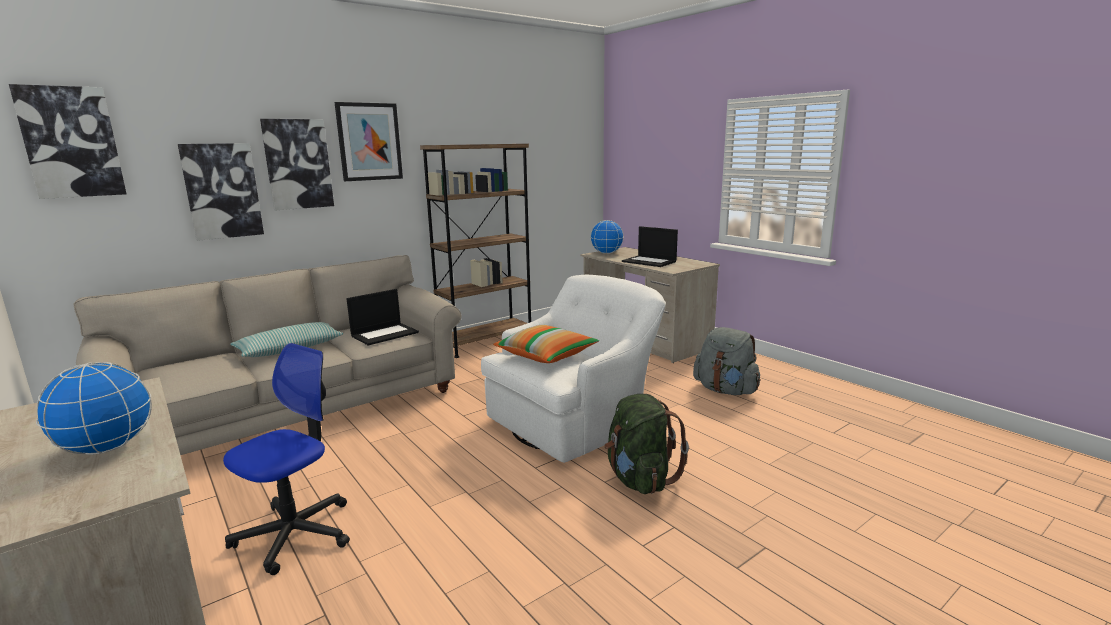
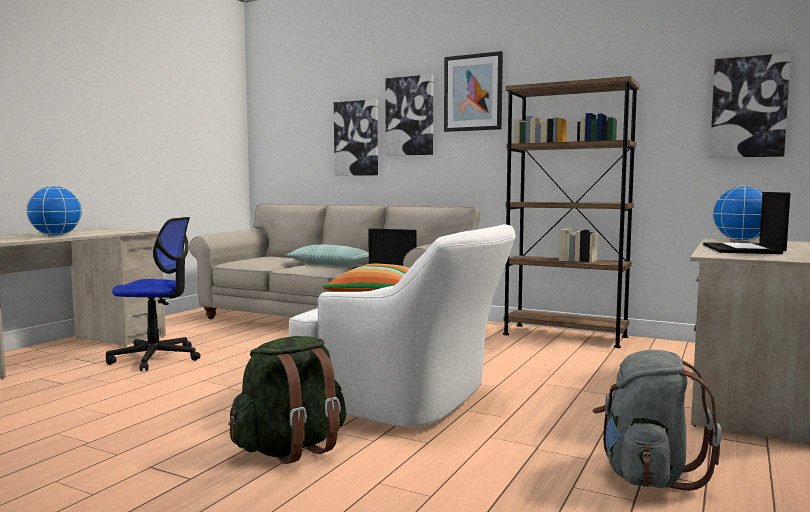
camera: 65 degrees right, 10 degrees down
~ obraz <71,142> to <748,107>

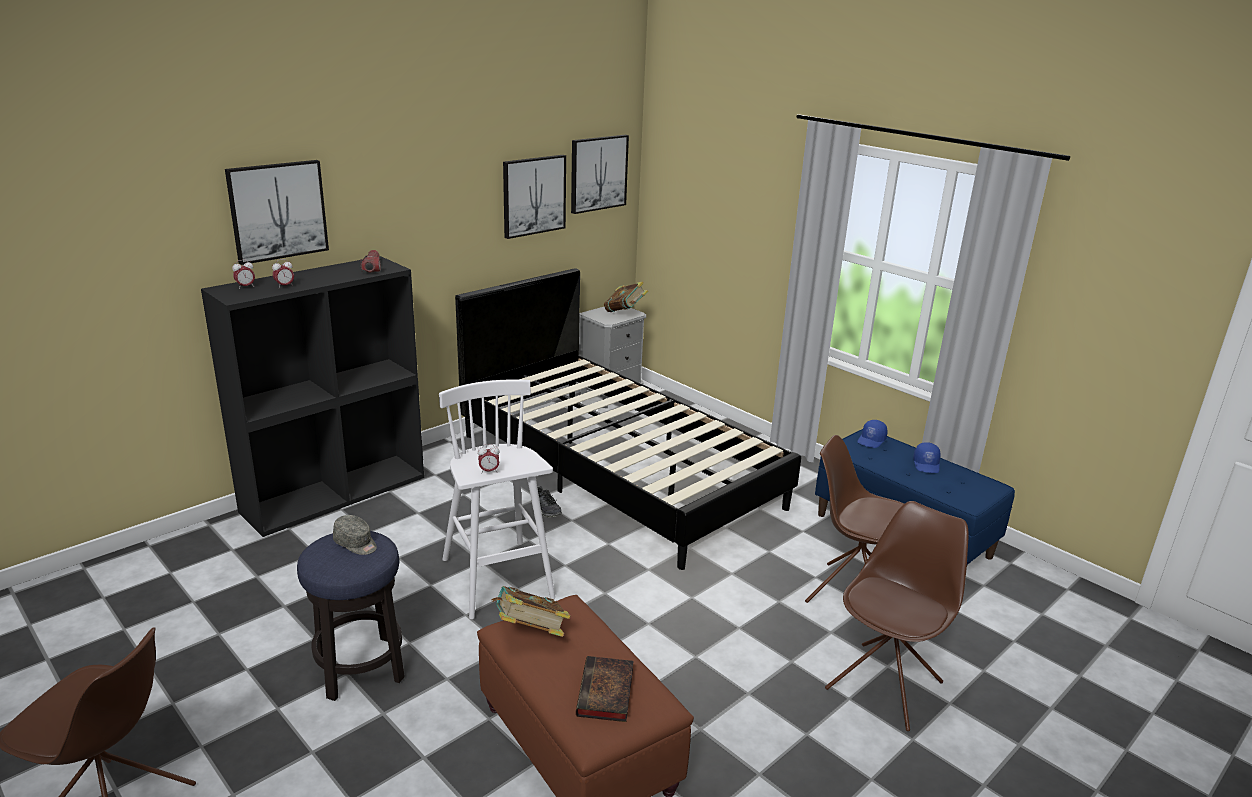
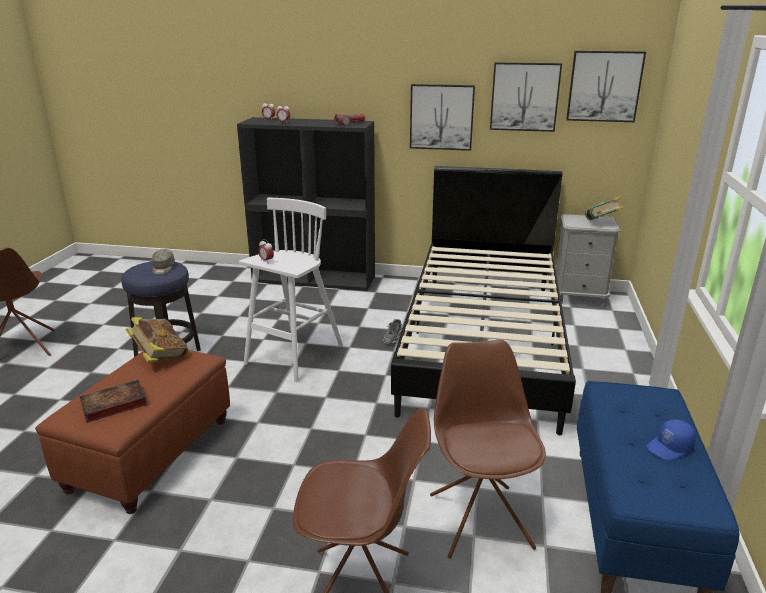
camera: 55 degrees right, 0 degrees up
~ obraz <278,211> to <441,117>
- czapka z daszkiem (niebieski) <871,440>

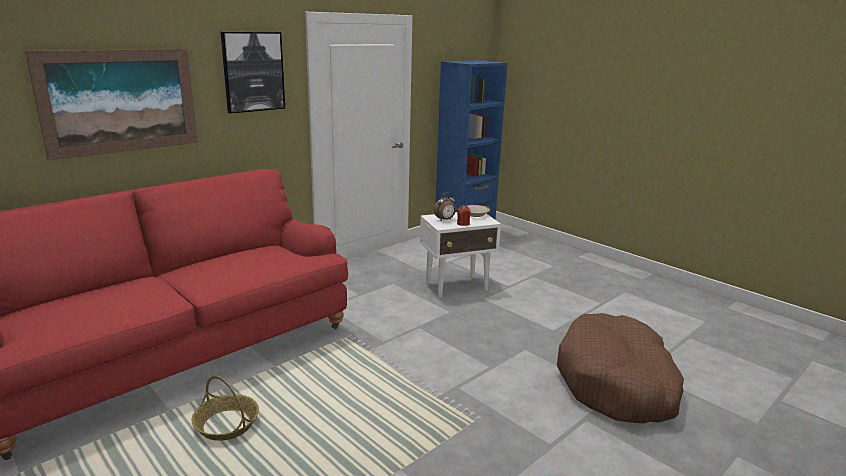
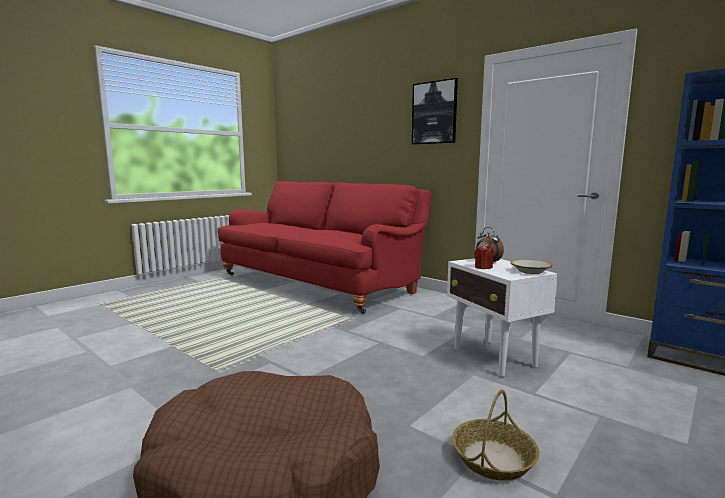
camera: 85 degrees right, 10 degrees down
- obraz <120,101>
~ koszyk <227,424> to <493,459>

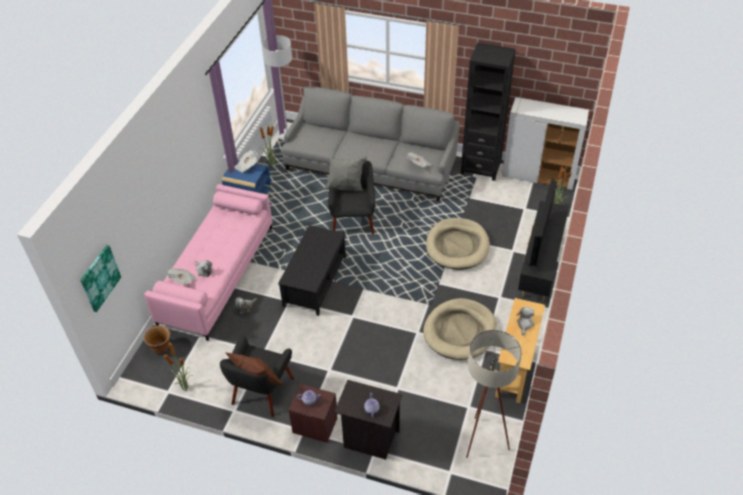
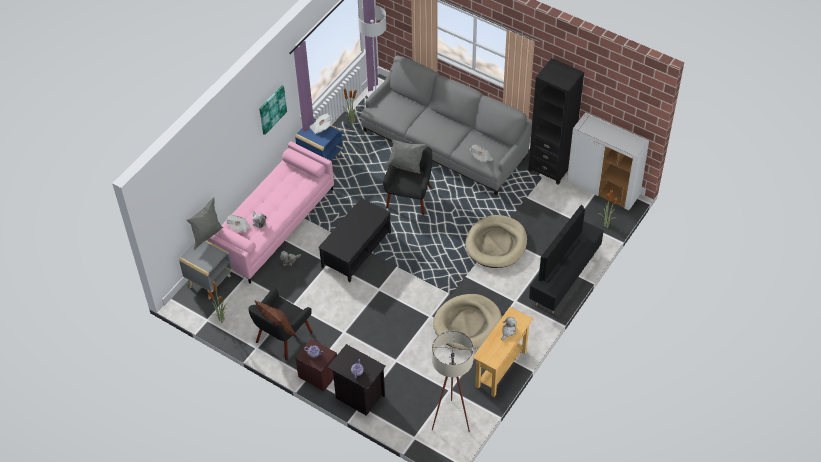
camera: 15 degrees right, 5 degrees up
~ obraz <99,278> to <272,109>
~ donica (brązowy) <161,348> to stolik (szary) <210,281>
+ poduszka (szary) <207,235>

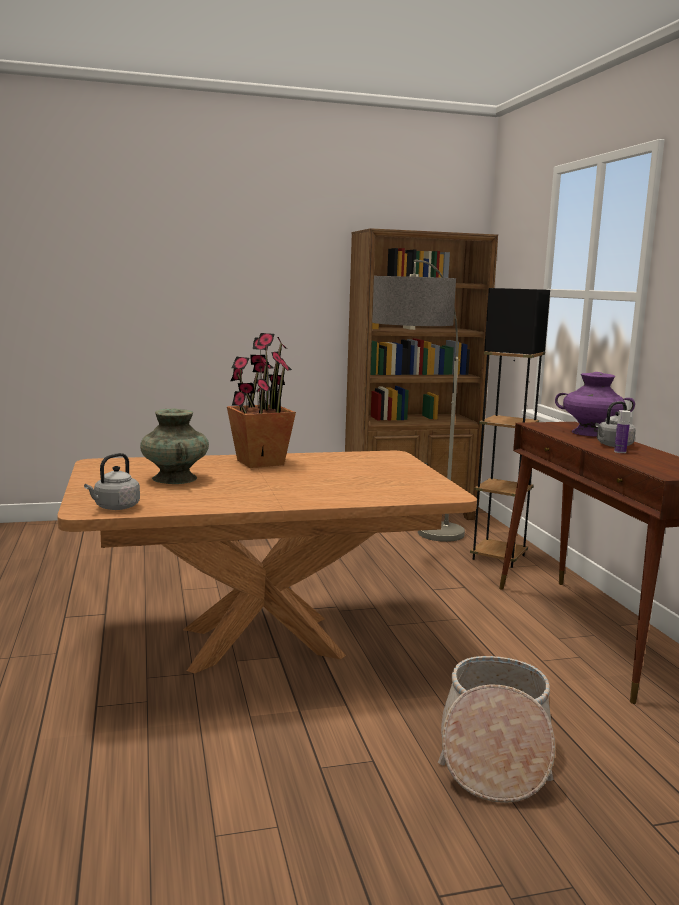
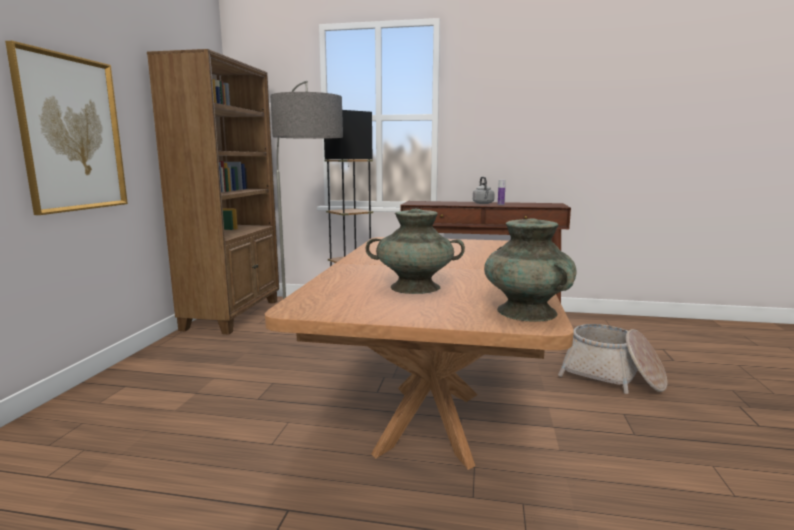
camera: 65 degrees left, 0 degrees up
- roślina doniczkowa <259,462>
- wazon (fioletowy) <591,433>
~ czajnik (szary) <115,507> to wazon (turkusowy) <527,312>
+ obraz <72,134>

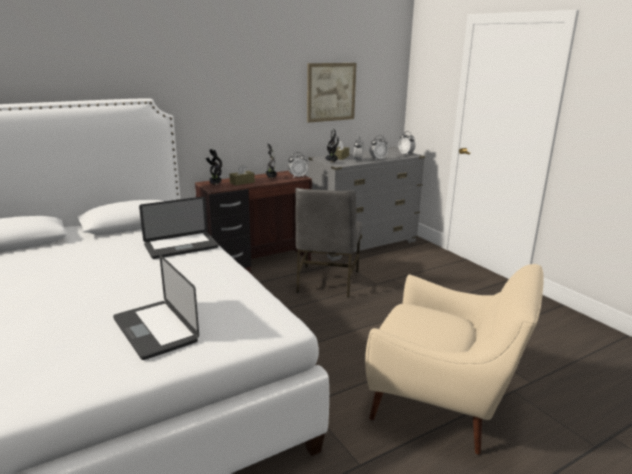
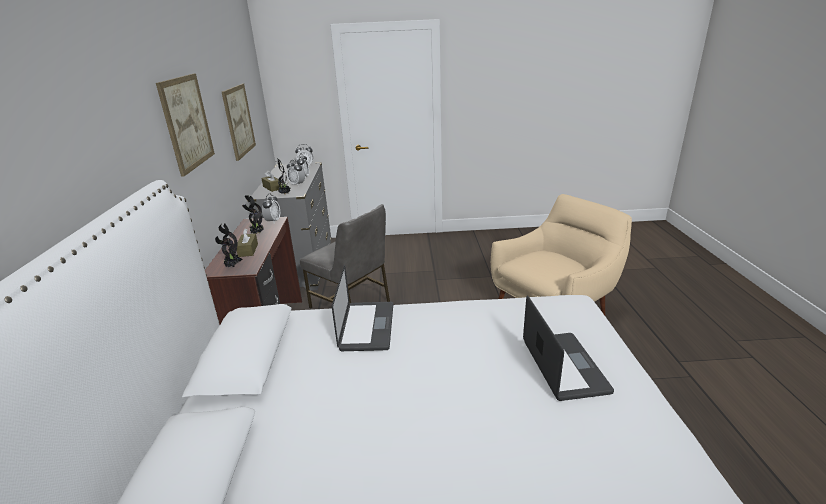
camera: 60 degrees left, 5 degrees up
~ laptop <155,330> = <564,366> 90 degrees counterclockwise
+ obraz <187,122>

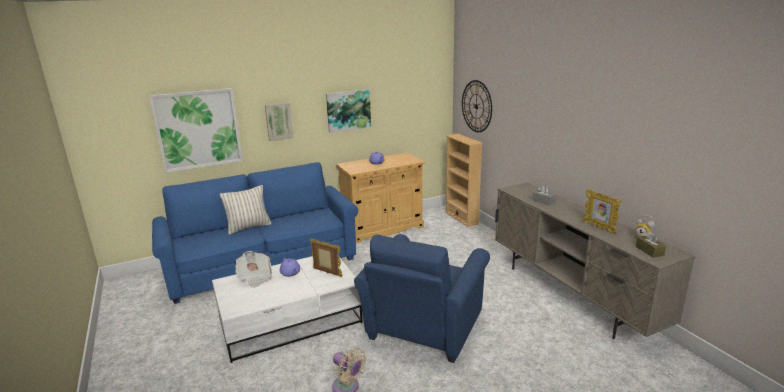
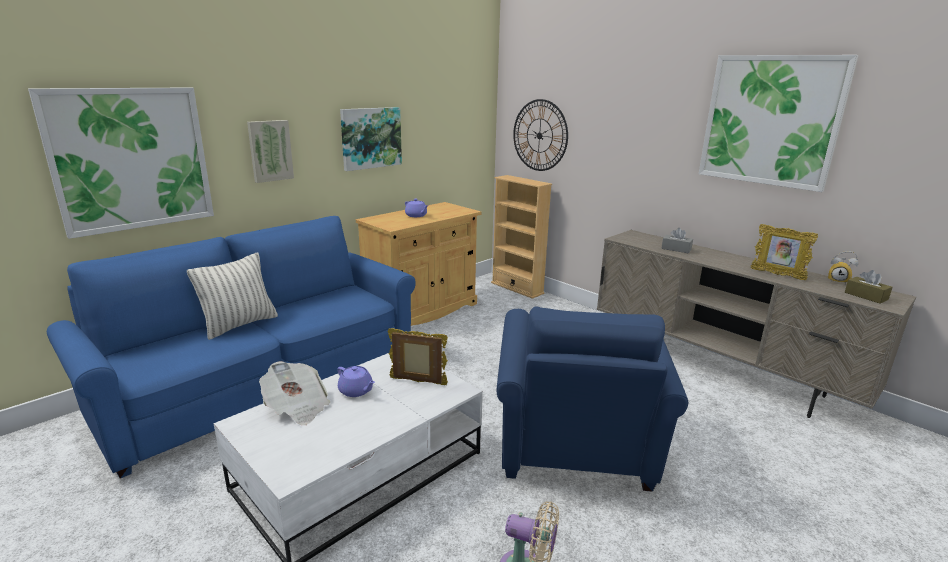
camera: 20 degrees left, 0 degrees up
+ obraz <770,121>

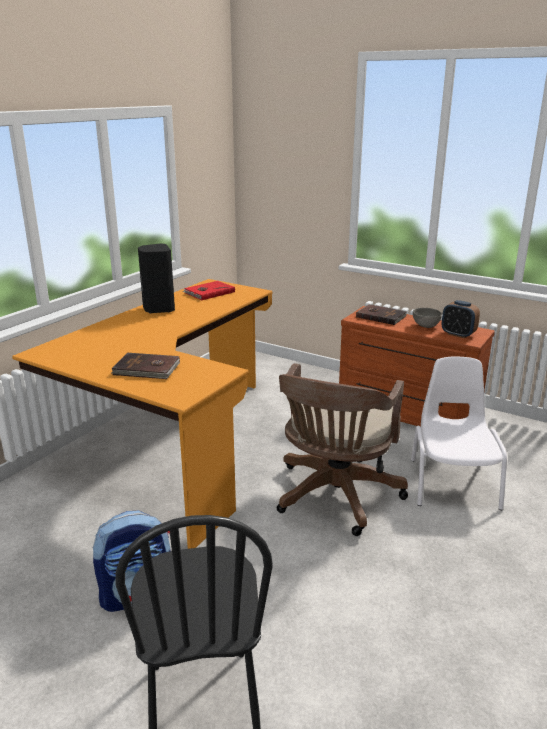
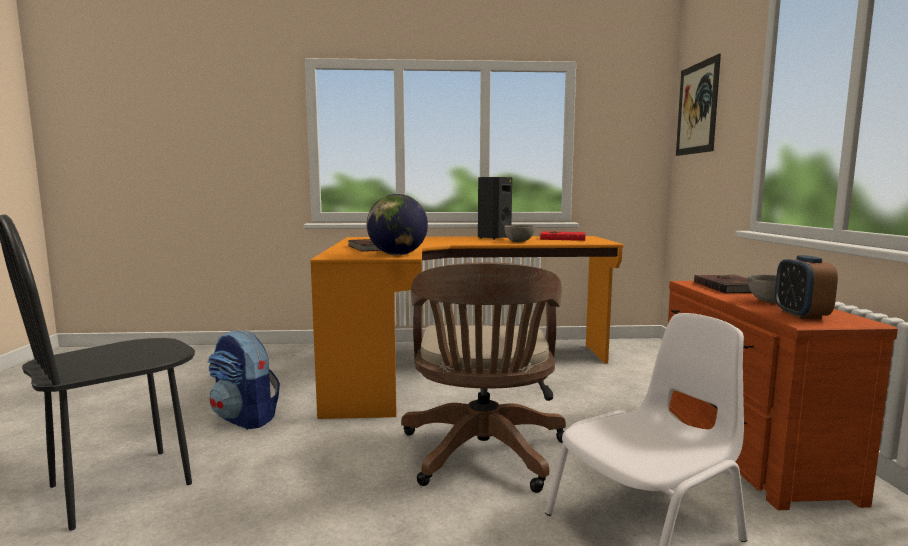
camera: 55 degrees right, 15 degrees down
~ krzesło biurowe (brązowy) <335,498> = <483,455> 75 degrees counterclockwise
+ obraz <697,108>
+ globus <398,255>
+ miska (szary) <518,241>

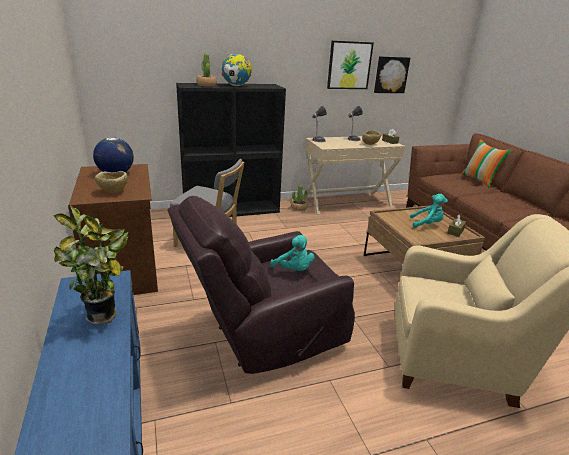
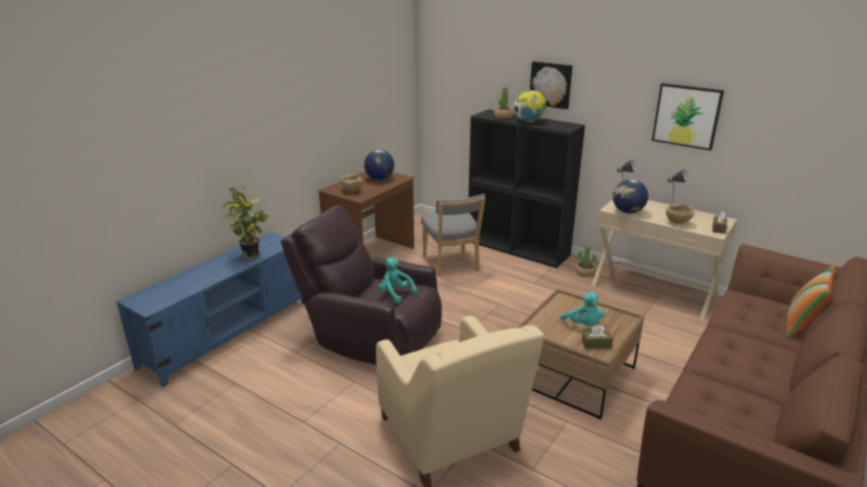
camera: 55 degrees right, 0 degrees up
~ obraz <391,75> to <551,84>
~ pluszak (turkusowy) <294,270> = <395,293> 120 degrees clockwise
+ globus <627,212>

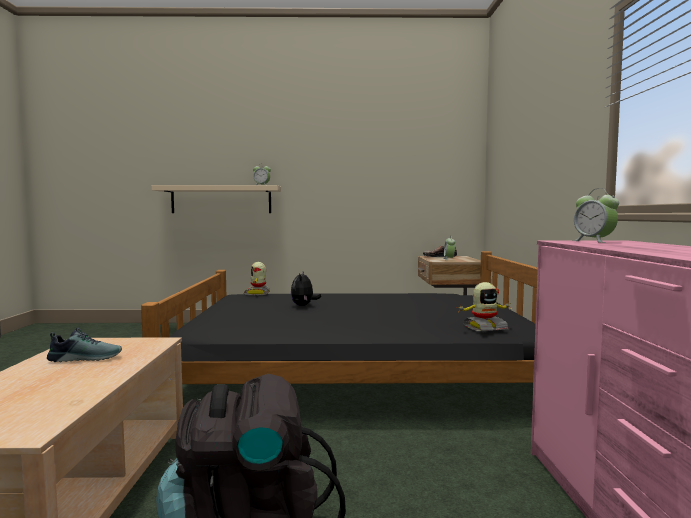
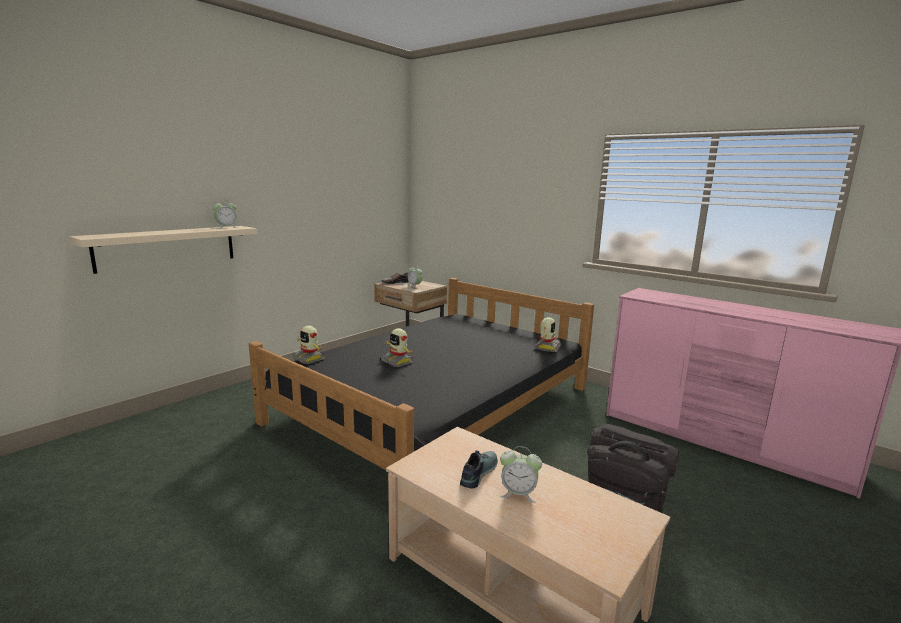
camera: 50 degrees left, 10 degrees up
~ budzik <594,241> to <518,493>
~ pluszak <303,305> to robot zabawkowy <398,361>

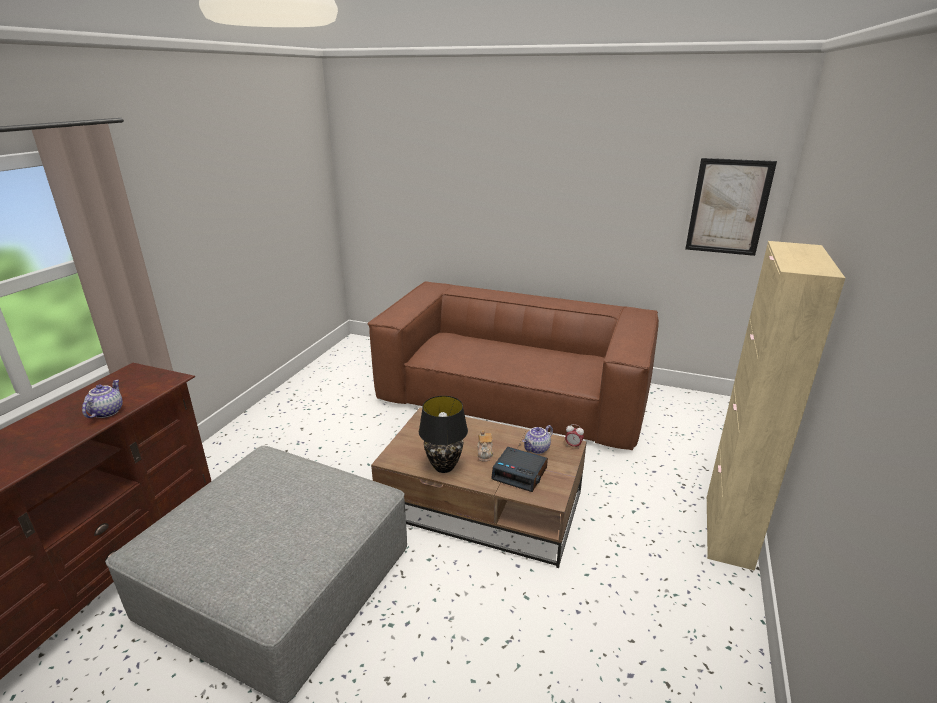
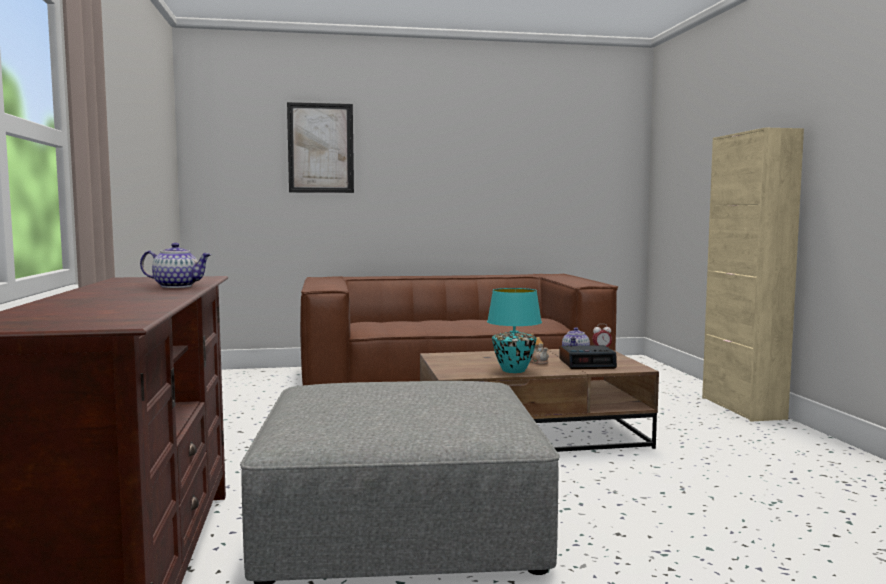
camera: 30 degrees left, 20 degrees down
~ obraz <728,207> to <320,148>
~ imbryk <106,412> = <177,286> 120 degrees clockwise
~ lampa stołowa (czarny) <443,467> to lampa stołowa (turkusowy) <513,371>

